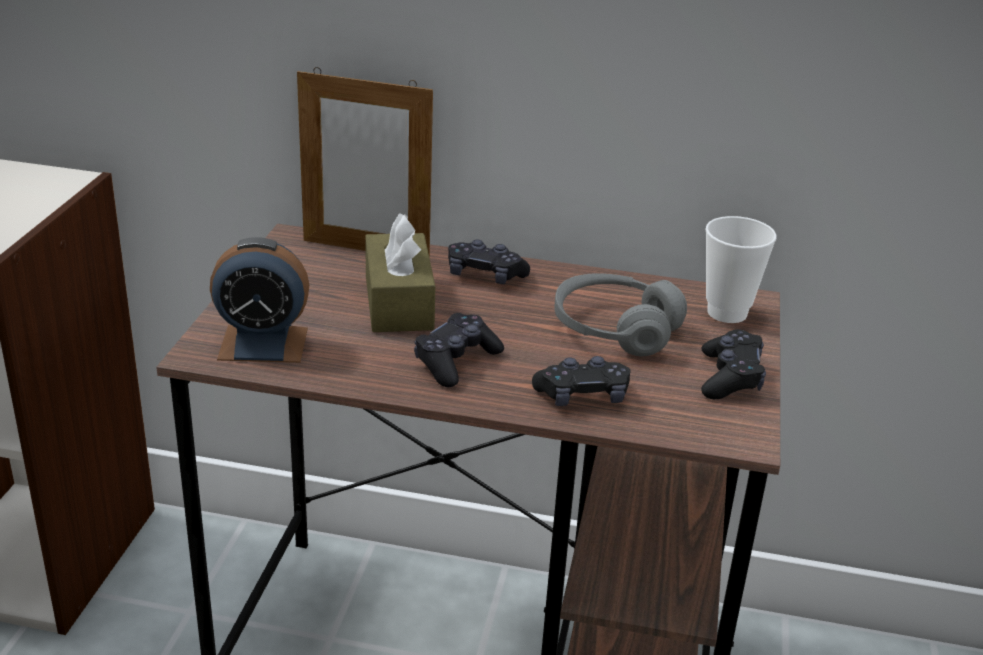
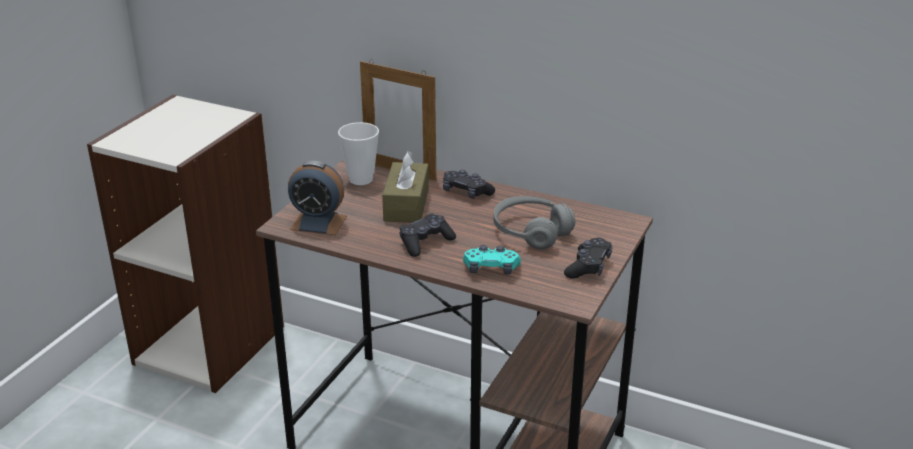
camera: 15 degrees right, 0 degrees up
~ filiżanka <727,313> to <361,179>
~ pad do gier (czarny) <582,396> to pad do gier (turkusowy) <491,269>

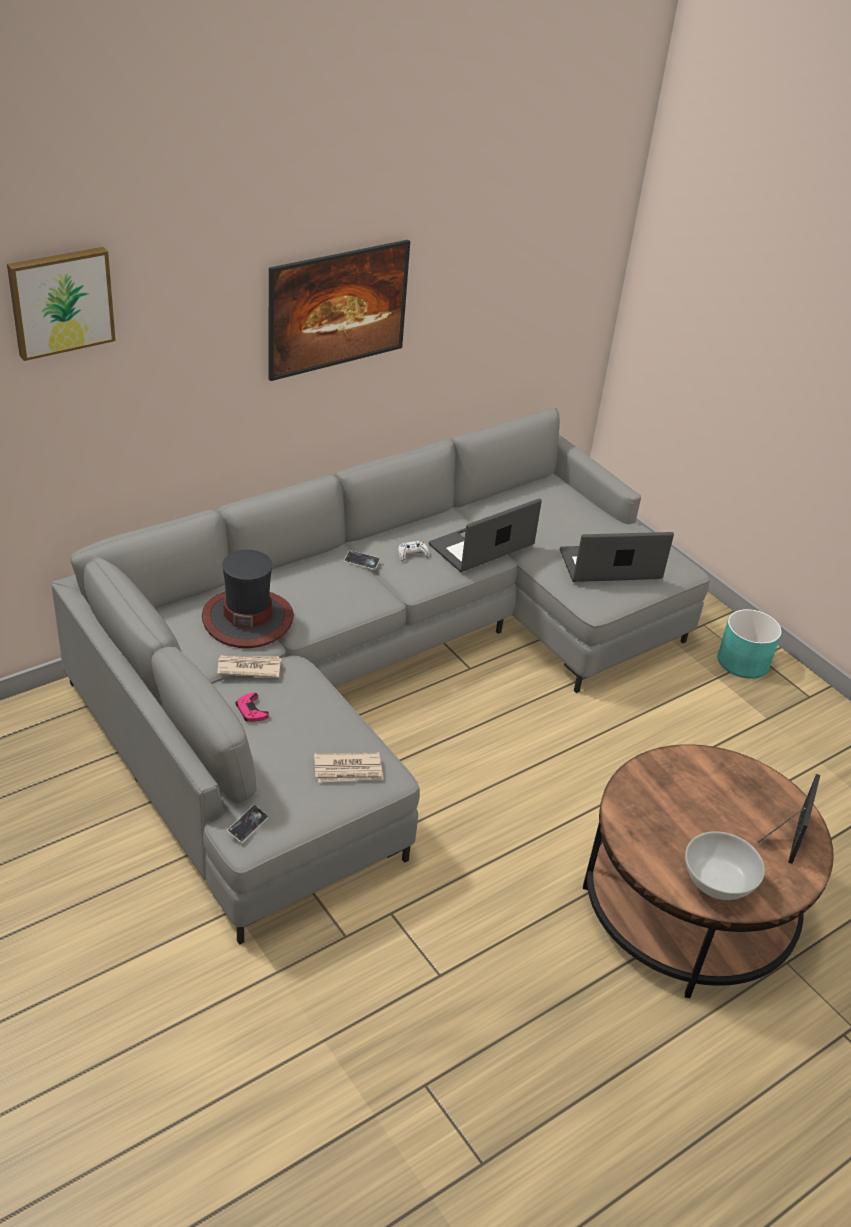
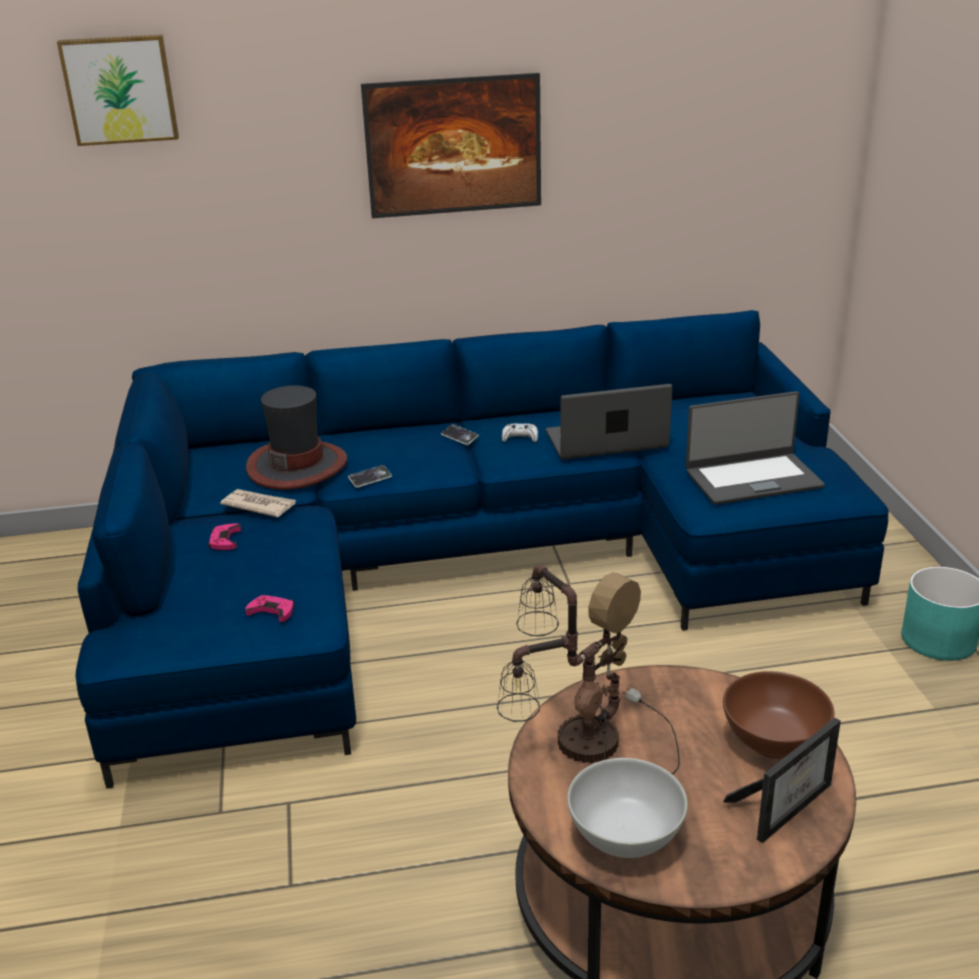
camera: 30 degrees right, 10 degrees down
~ kanapa (szary) <377,673> to kanapa (niebieski) <460,569>
~ laptop <610,566> = <752,478> 150 degrees clockwise
~ gazeta <348,770> to pad do gier (różowy) <272,611>
~ telefon <248,825> to <370,479>
+ lampa stołowa <583,743>
+ miska (brązowy) <773,742>

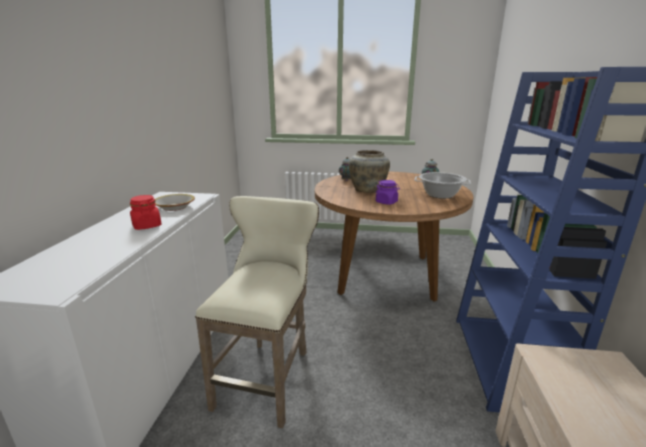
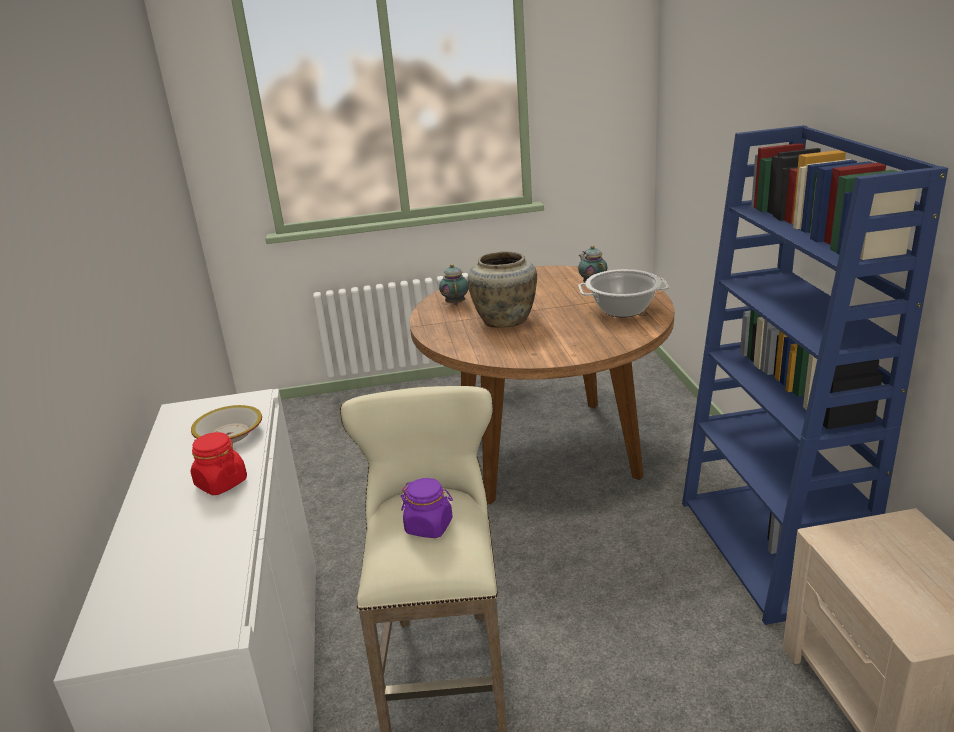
camera: 15 degrees left, 5 degrees up
~ słoik (fioletowy) <386,202> to <429,526>

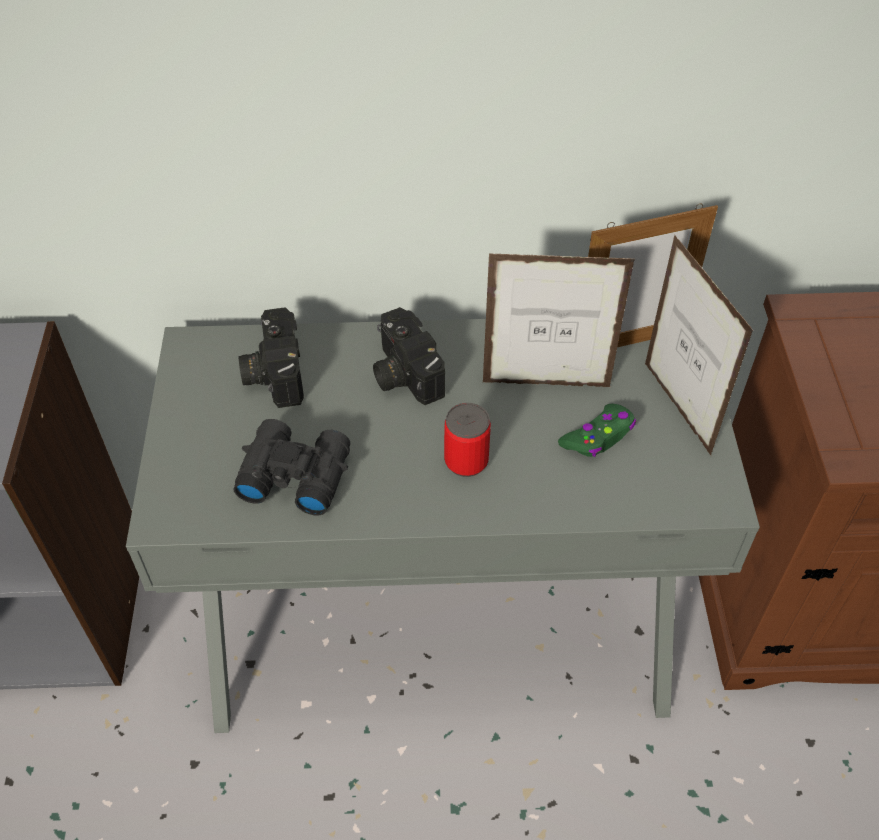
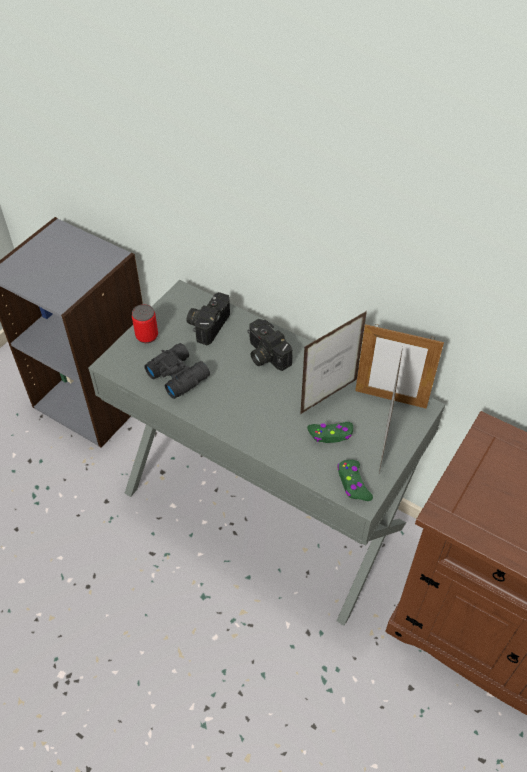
camera: 35 degrees right, 0 degrees up
~ ramka na zdjęcie <546,384> = <328,396> 105 degrees clockwise
~ aparat fotograficzny <402,373> = <265,355> 45 degrees counterclockwise
~ puszka <466,461> to <147,336>
+ pad do gier (zielony) <353,484>

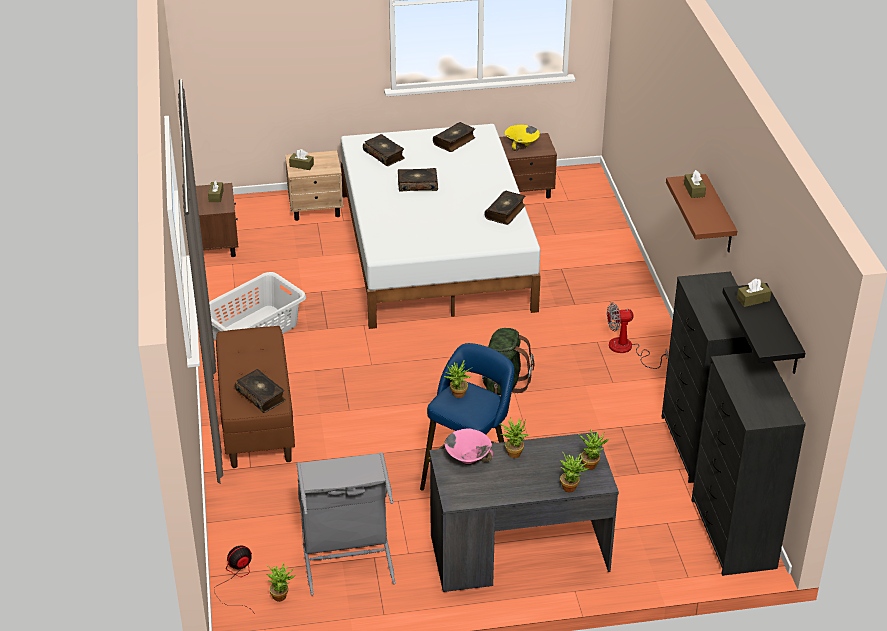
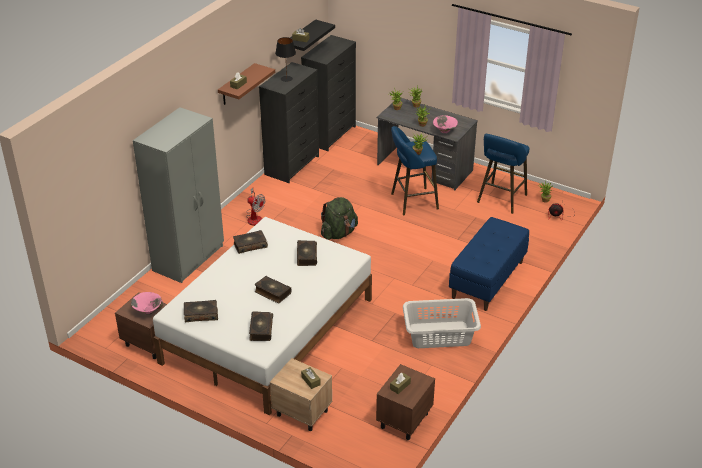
camera: 140 degrees left, 0 degrees up
~ miska (żółty) <521,146> to miska (różowy) <148,311>
~ ławka (brązowy) <256,420> to ławka (niebieski) <487,280>
~ książka <261,396> to <306,256>
~ kosz na pranie (szary) <347,557> to stołek (niebieski) <500,200>
+ lampa stołowa (czarny) <286,78>
+ szafa (szary) <189,258>

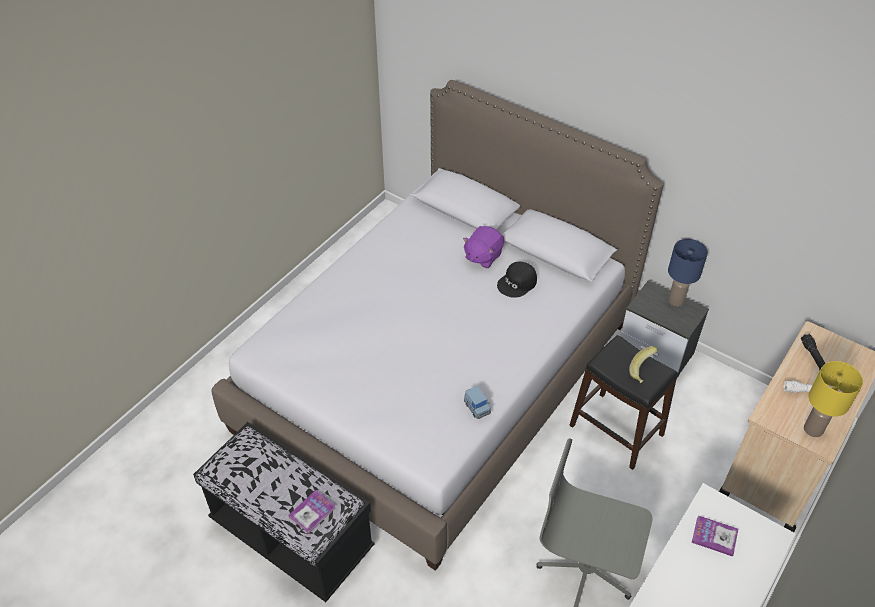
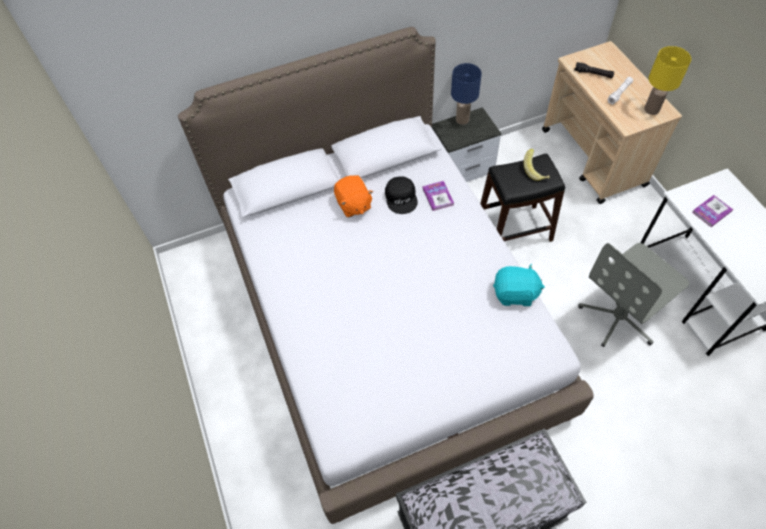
camera: 55 degrees left, 10 degrees up
~ pluszak (fioletowy) <483,256> to pluszak (pomarańczowy) <353,205>
~ samochodzik (niebieski) <477,408> to pluszak (turkusowy) <515,294>
~ książka <312,512> to <438,196>

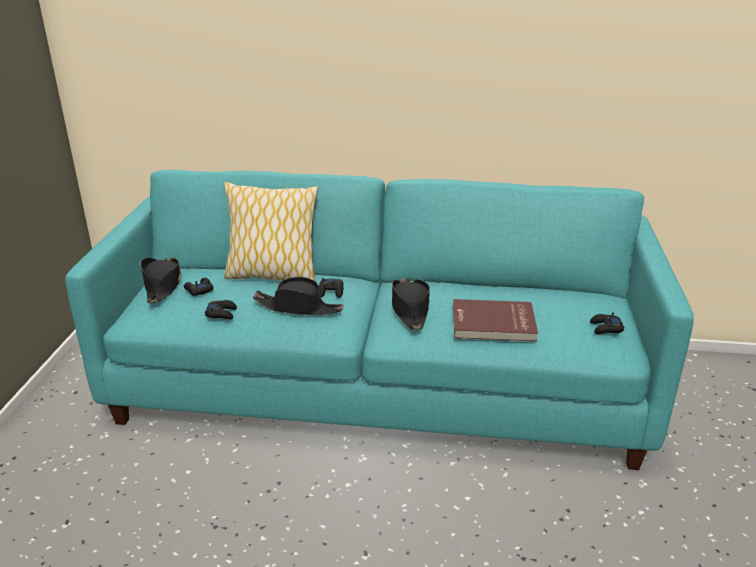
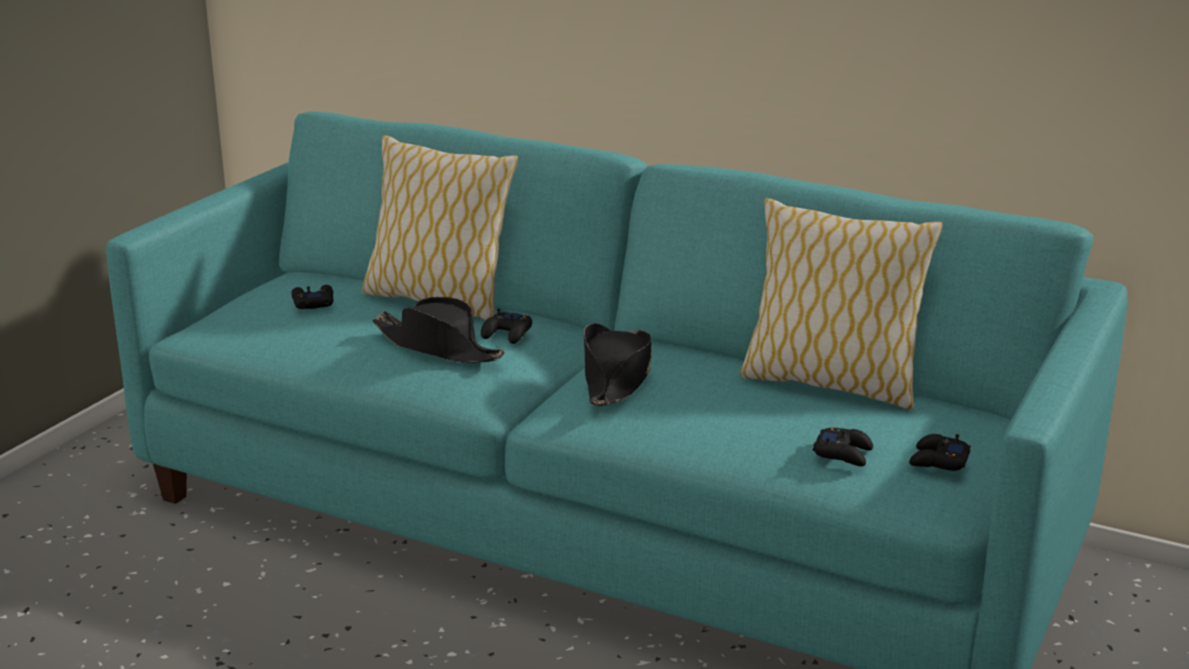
camera: 20 degrees right, 5 degrees down
- kapelusz (czarny) <163,285>
- książka (czerwony) <493,324>
~ pad do gier (czarny) <221,313> to <843,453>
+ poduszka <830,383>

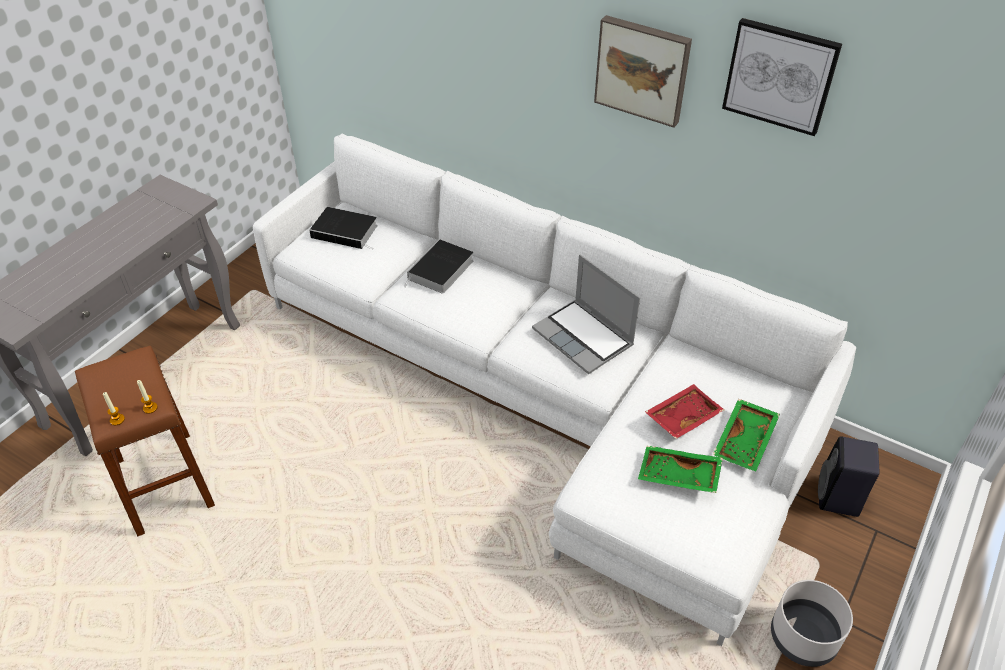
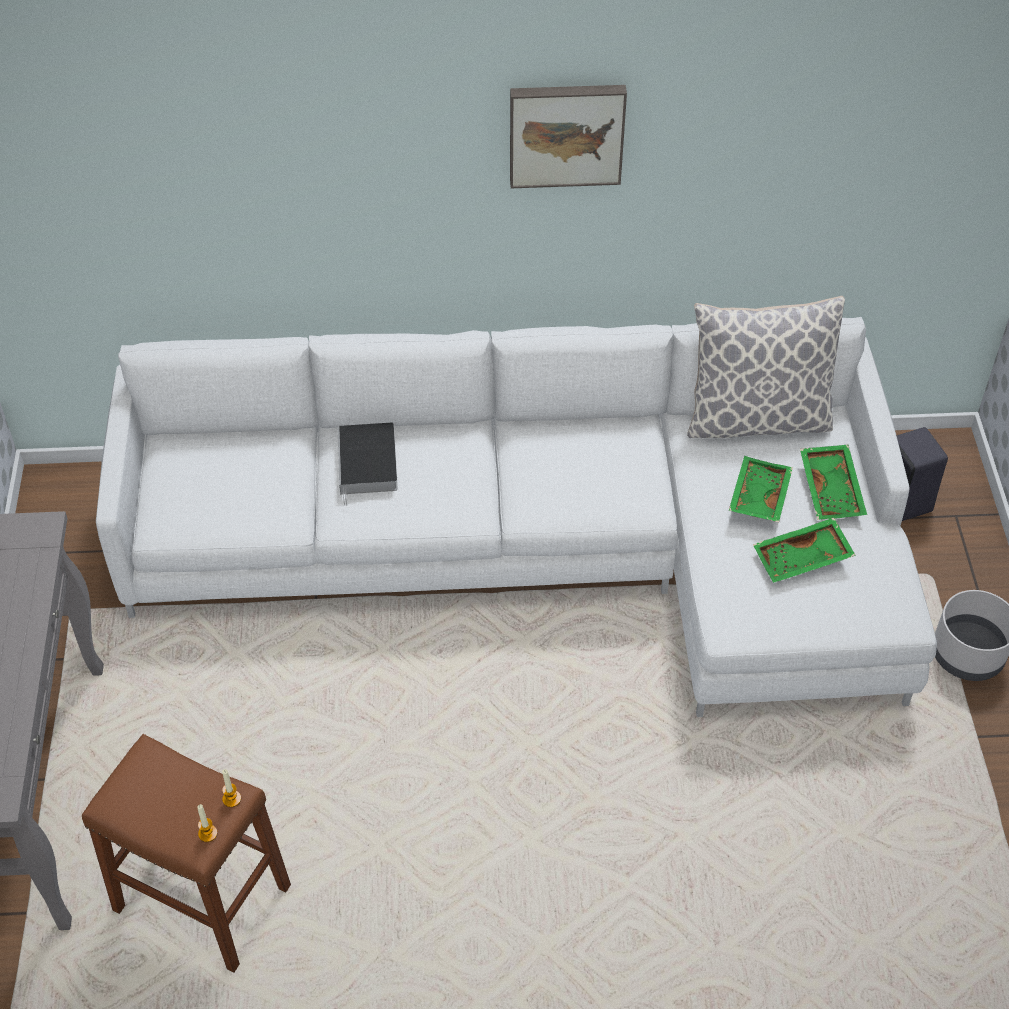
camera: 35 degrees left, 5 degrees up
- obraz <780,76>
- książka <346,231>
- laptop <584,338>
~ taca (czerwony) <682,417> to taca (zielony) <757,496>
+ poduszka <756,418>

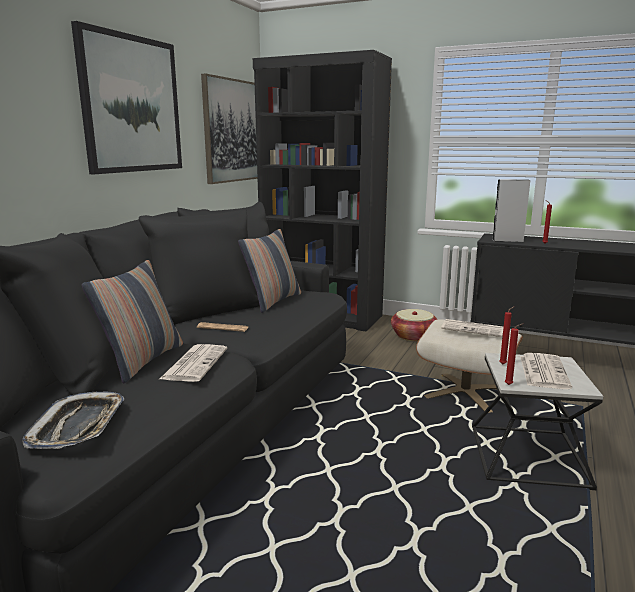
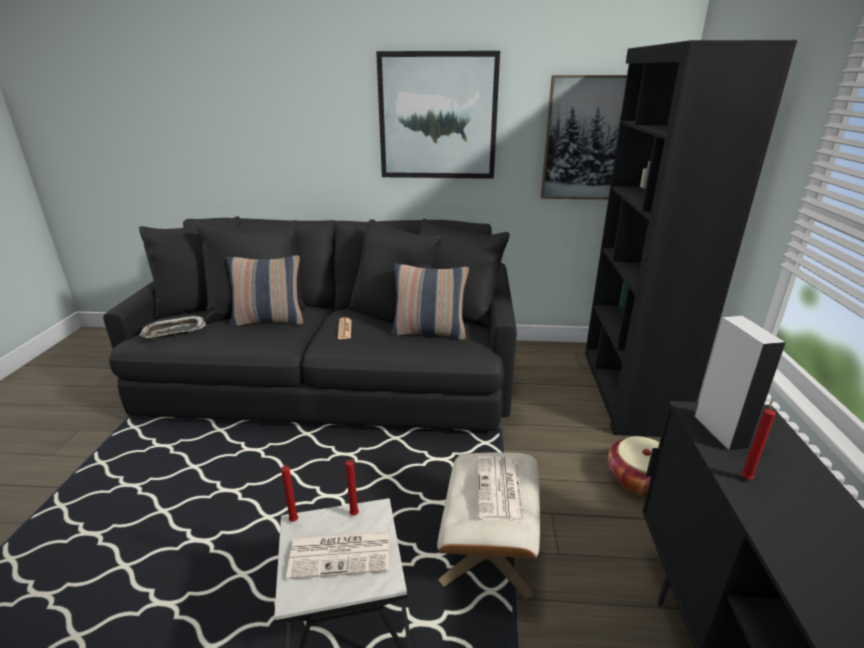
camera: 70 degrees right, 10 degrees up
- gazeta <195,363>

